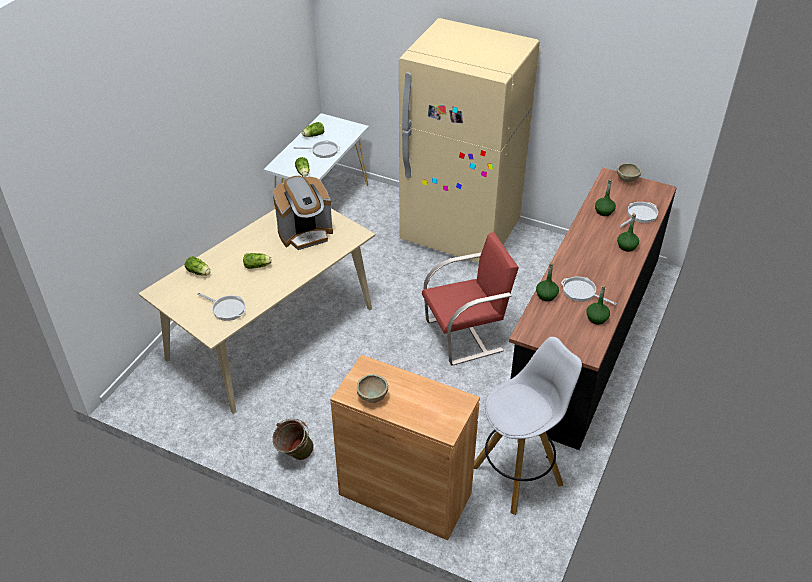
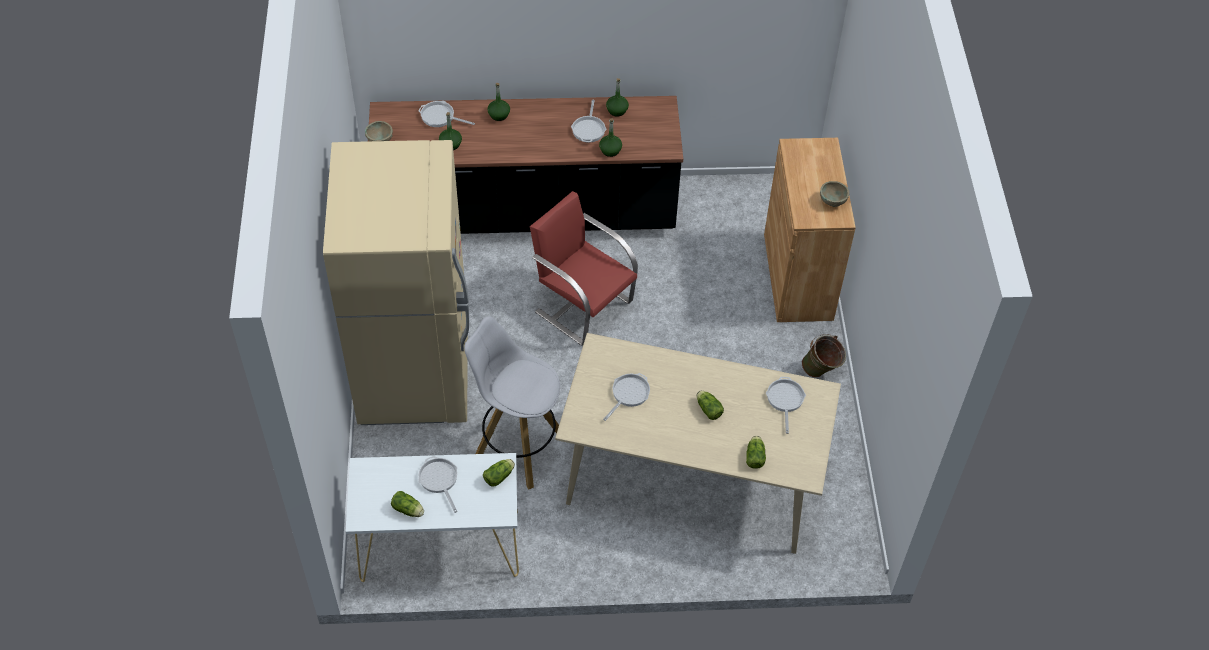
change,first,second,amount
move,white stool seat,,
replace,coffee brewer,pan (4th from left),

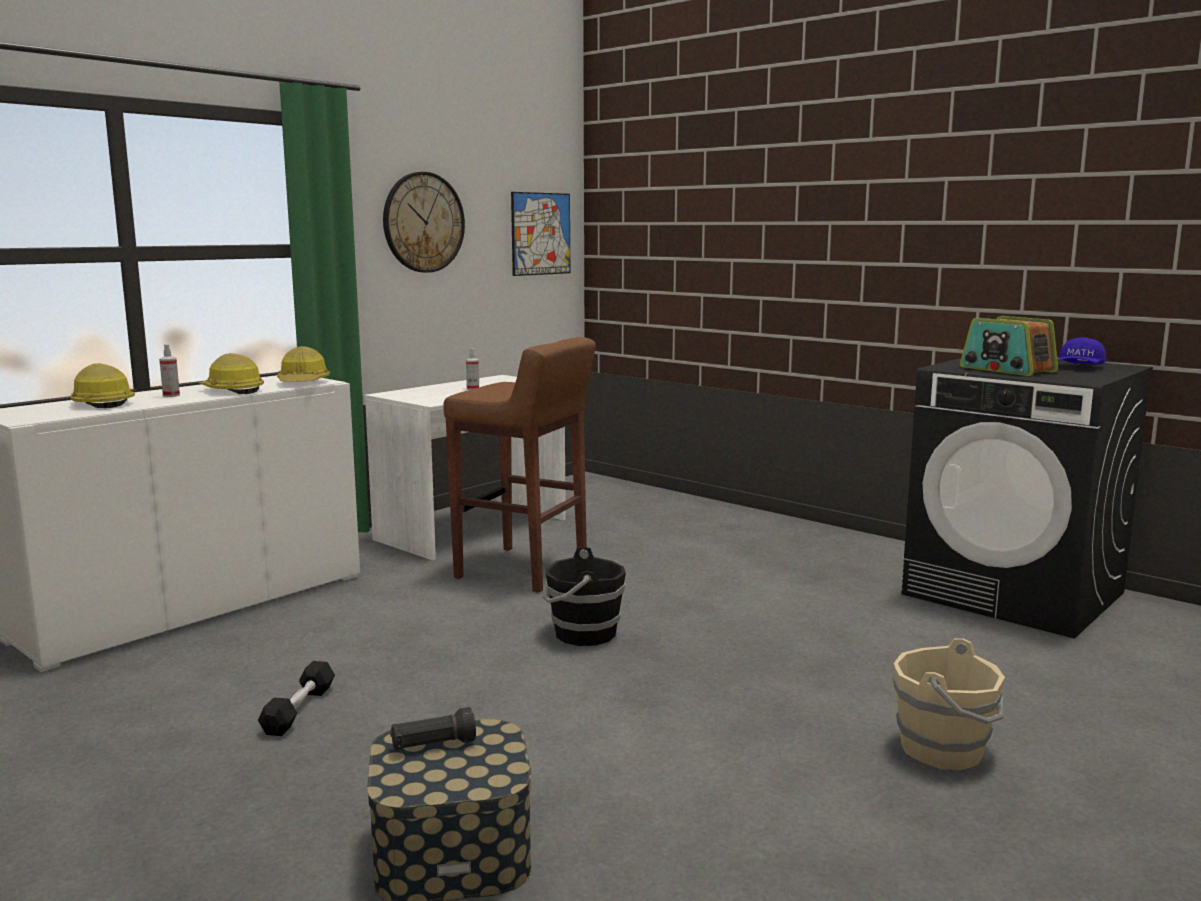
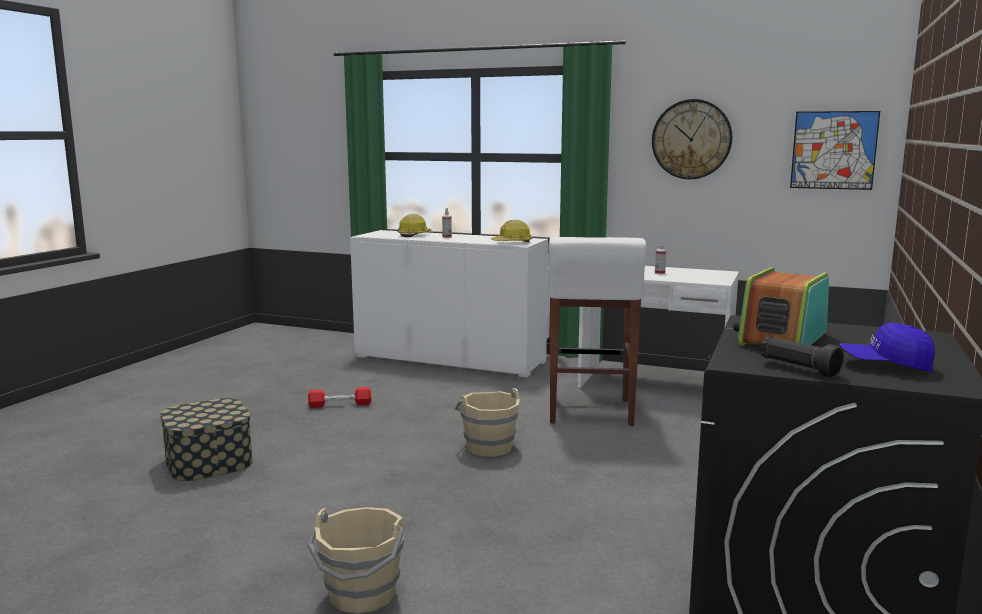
change,first,second,amount
recolor,blackish hand weight,reddish hand weight,
recolor,blackish water bucket,beige water bucket (2nd from left),
recolor,brown stool seat,white stool seat,
move,blackish torch,,
delete,hard hat (2nd from left),,

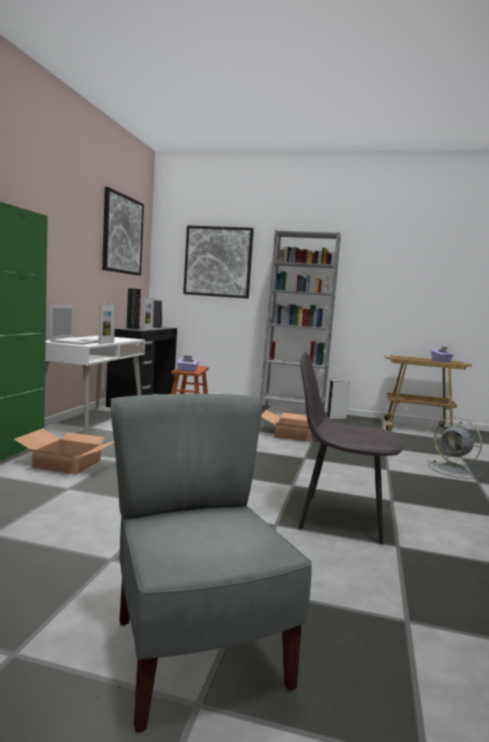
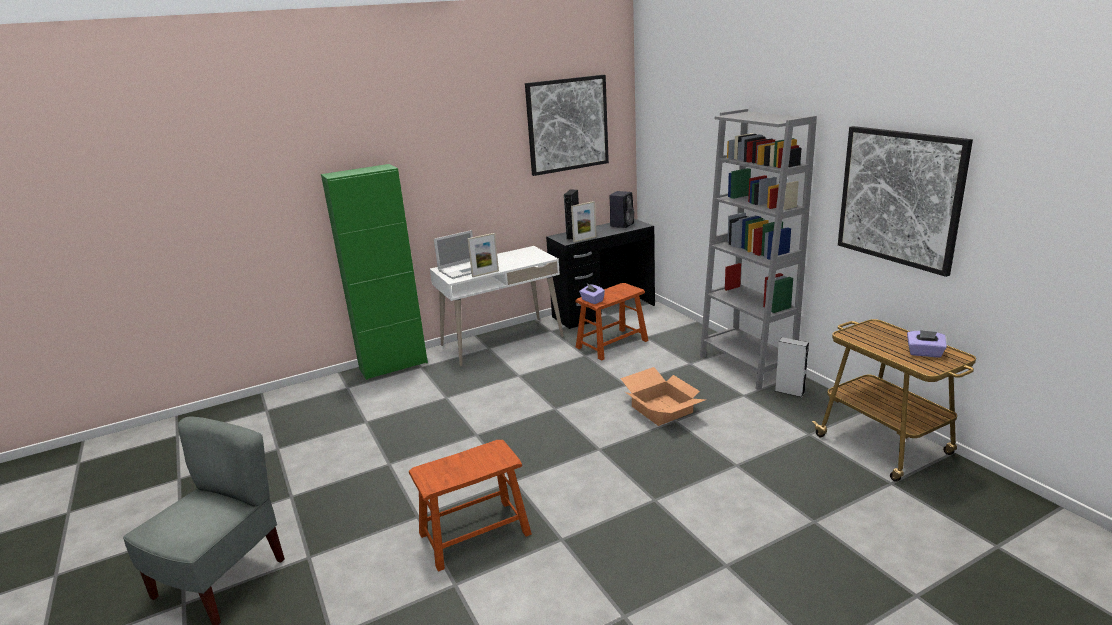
change,first,second,amount
replace,gray chair (2nd from left),brown stool seat (1st from left),
move,wall picture (2nd from left),,
delete,packing box (1st from left),,
delete,gray cooling fan,,

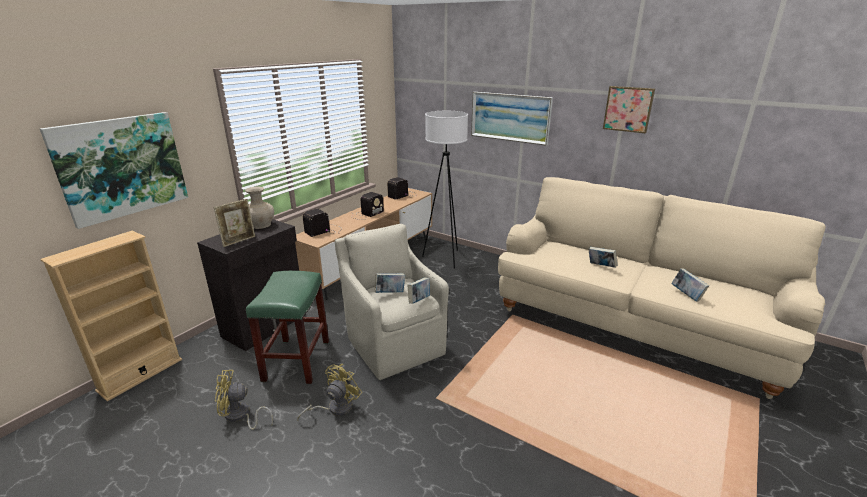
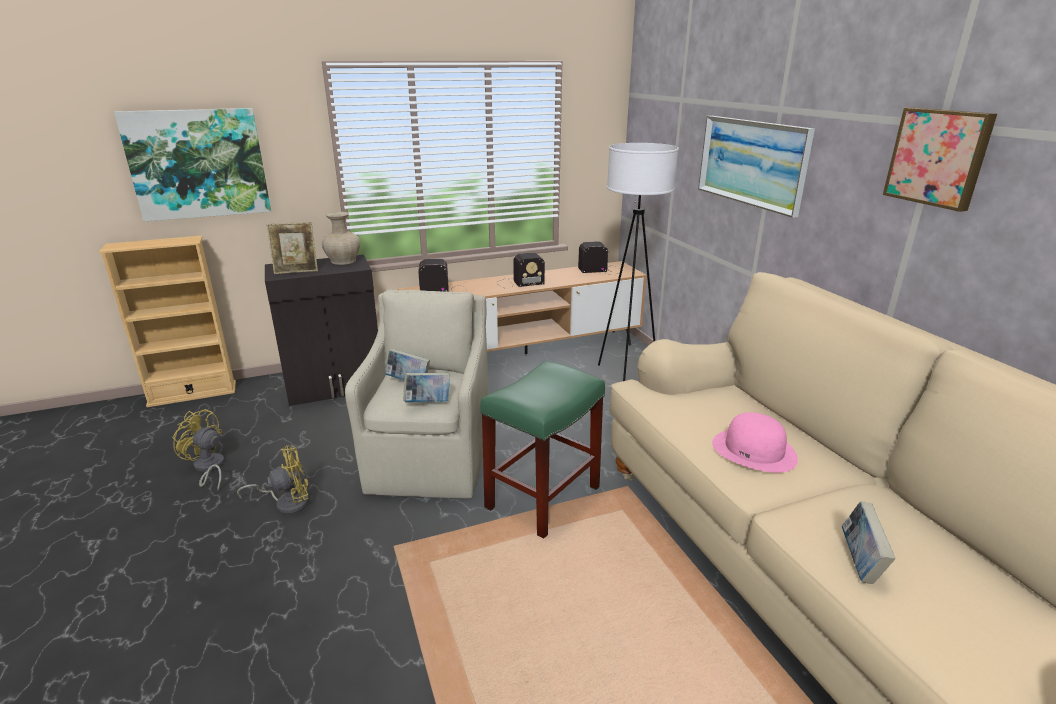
change,first,second,amount
move,greenish stool seat,,
replace,bound book (3rd from left),pink clothing hat,

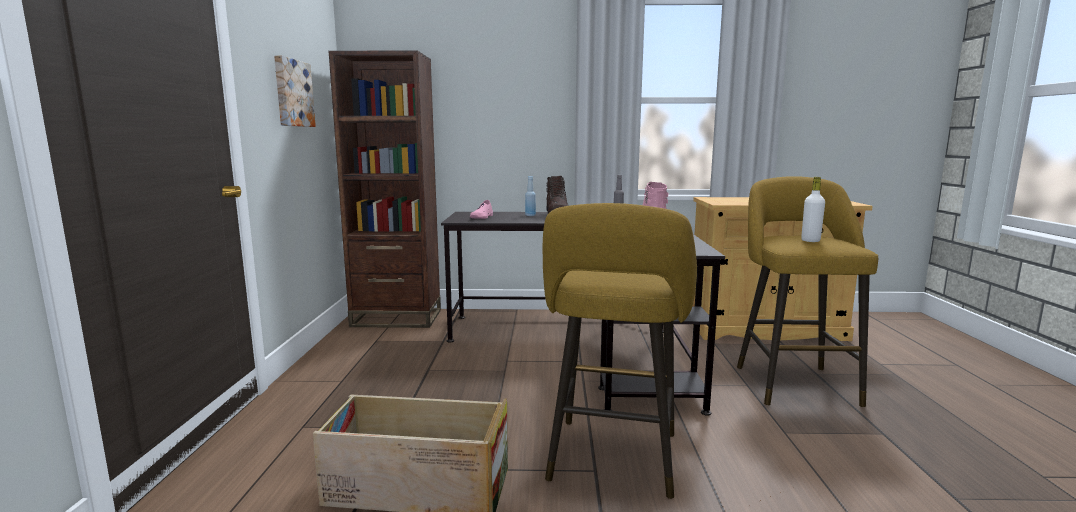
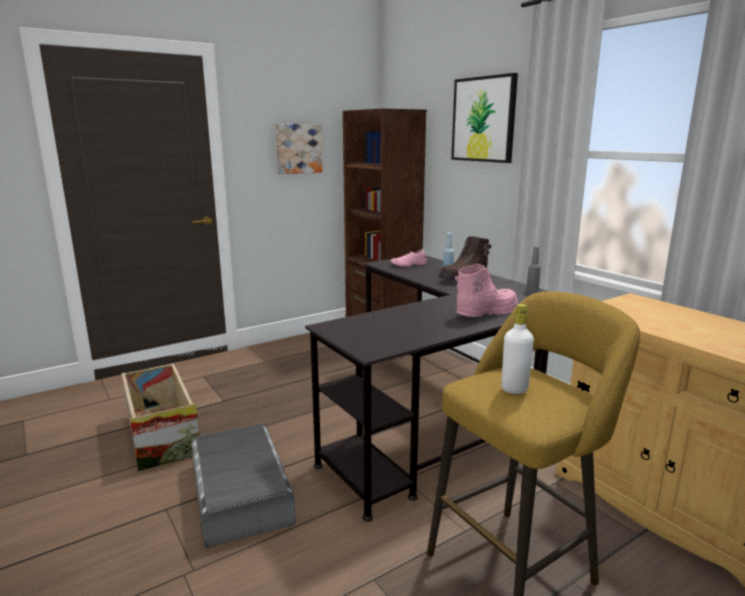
change,first,second,amount
replace,yellowish stool seat (1st from left),gray storage container,
insert,,wall picture (2nd from left),

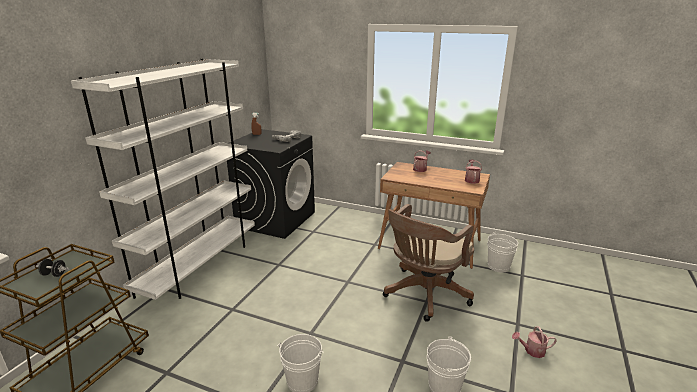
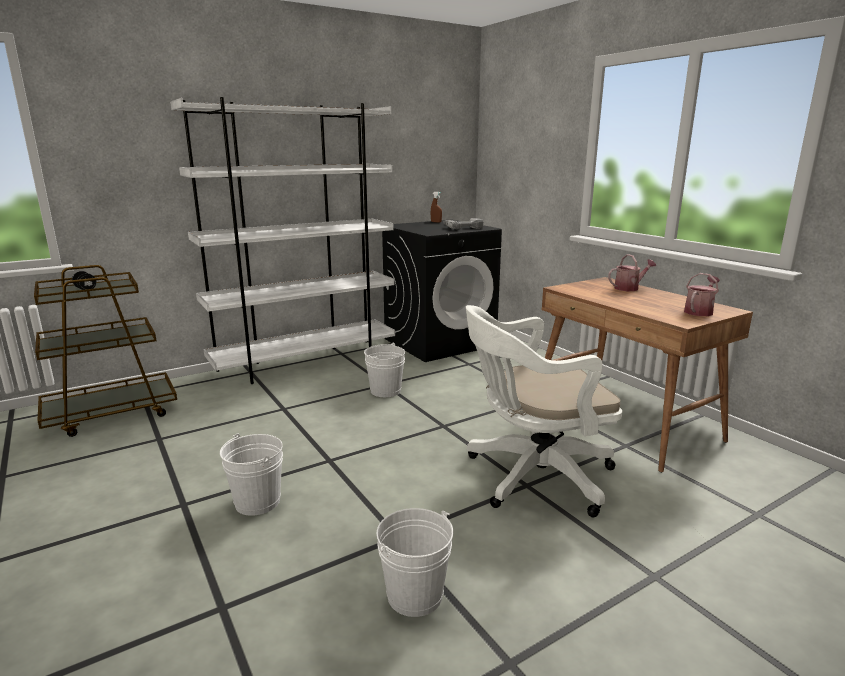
change,first,second,amount
move,white water bucket (3rd from left in the first image),white water bucket (2nd from left),
recolor,brown desk chair,white desk chair,
delete,sprinkling can (3rd from left),,

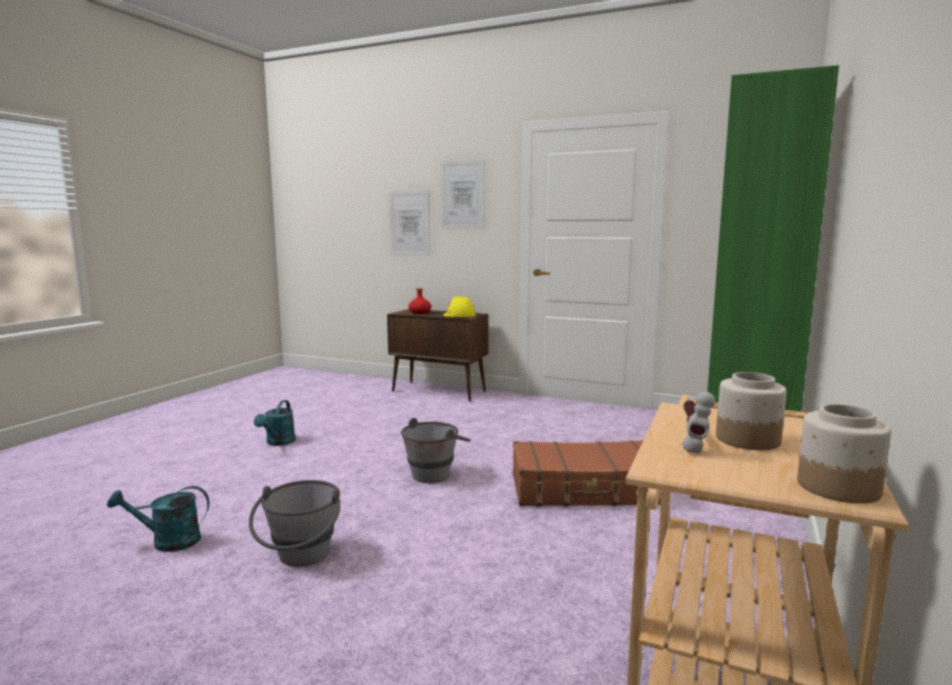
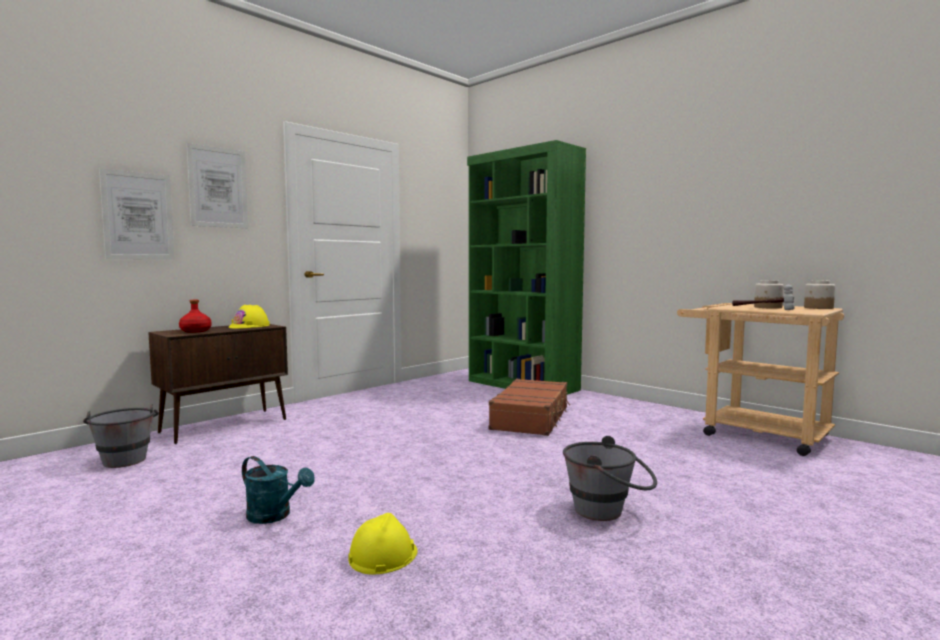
change,first,second,amount
move,gray water bucket (2nd from left in the first image),gray water bucket (1st from left),
insert,,yellowish hard hat (2nd from left),
delete,blue-green sprinkling can (1st from left),,

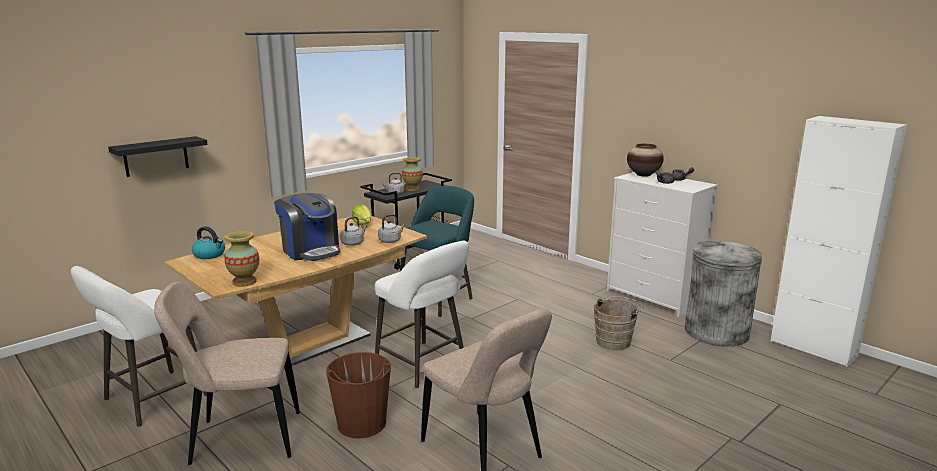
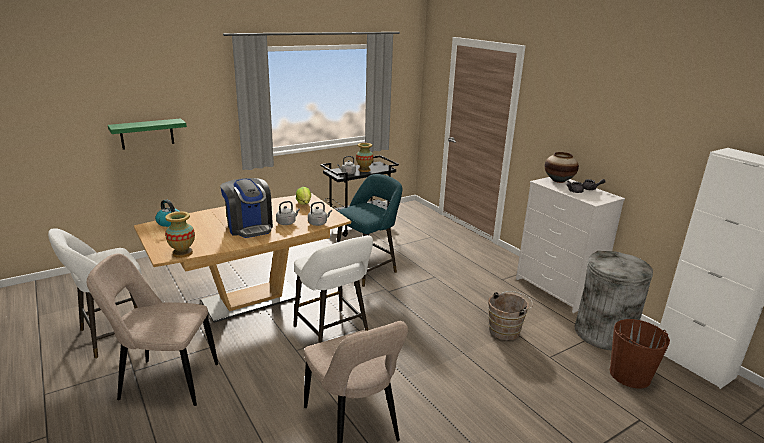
change,first,second,amount
recolor,blackish shelf,greenish shelf,
move,brown water bucket (1st from left in the first image),brown water bucket (2nd from left),

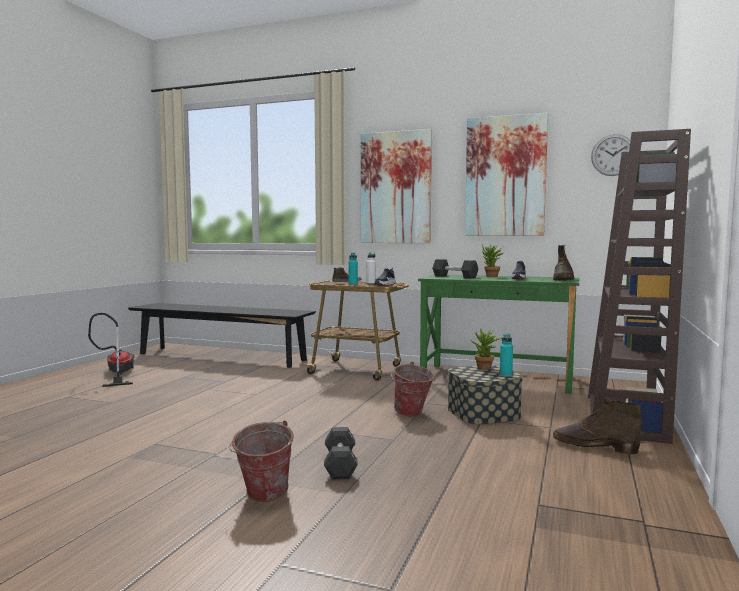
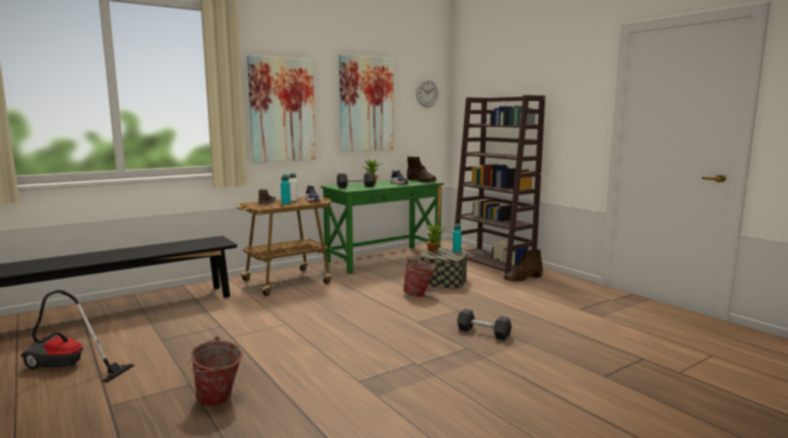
change,first,second,amount
move,water bucket (1st from left),,

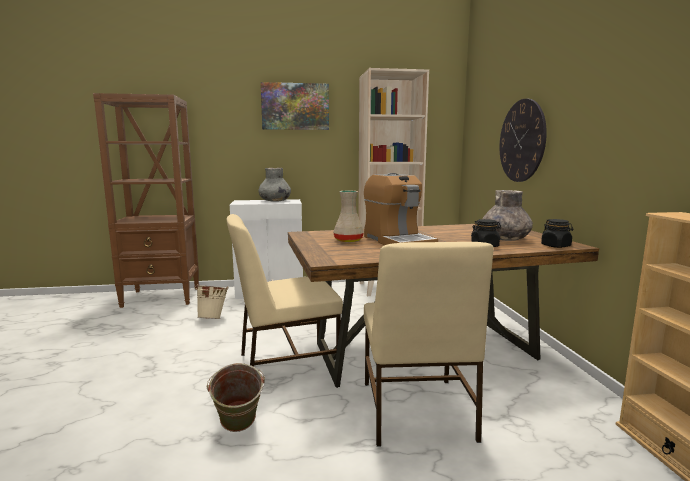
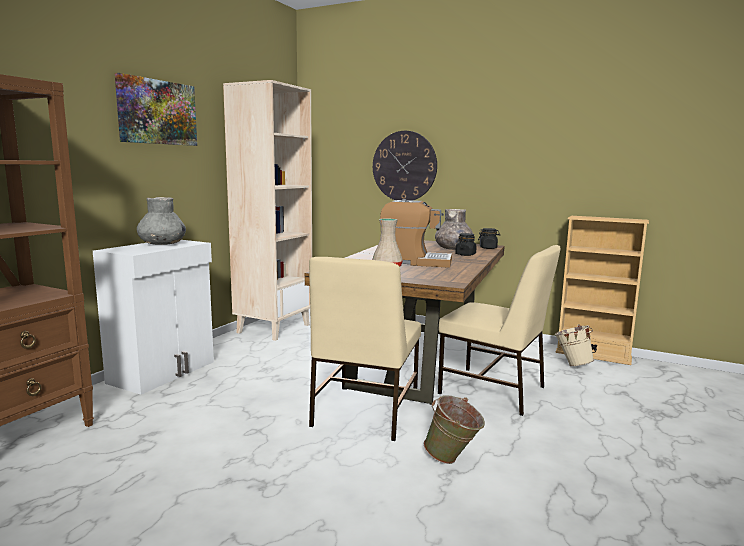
change,first,second,amount
move,beige water bucket,,

